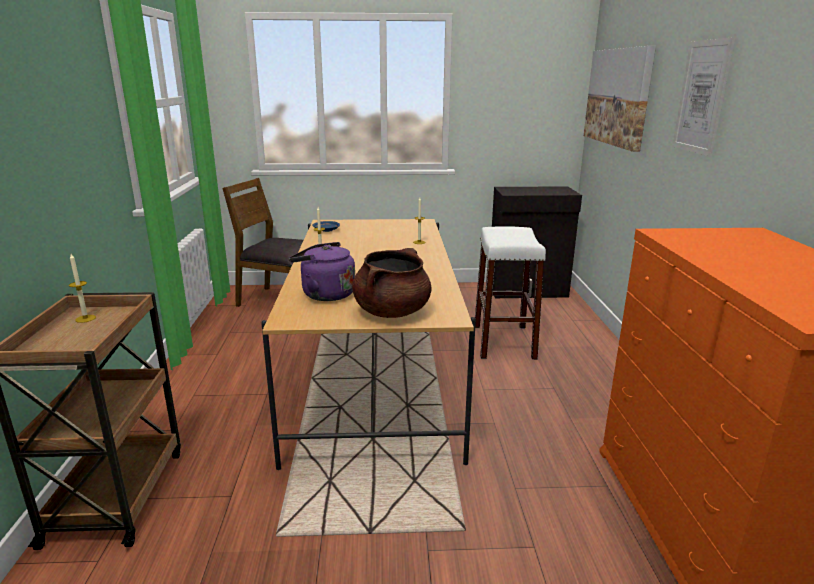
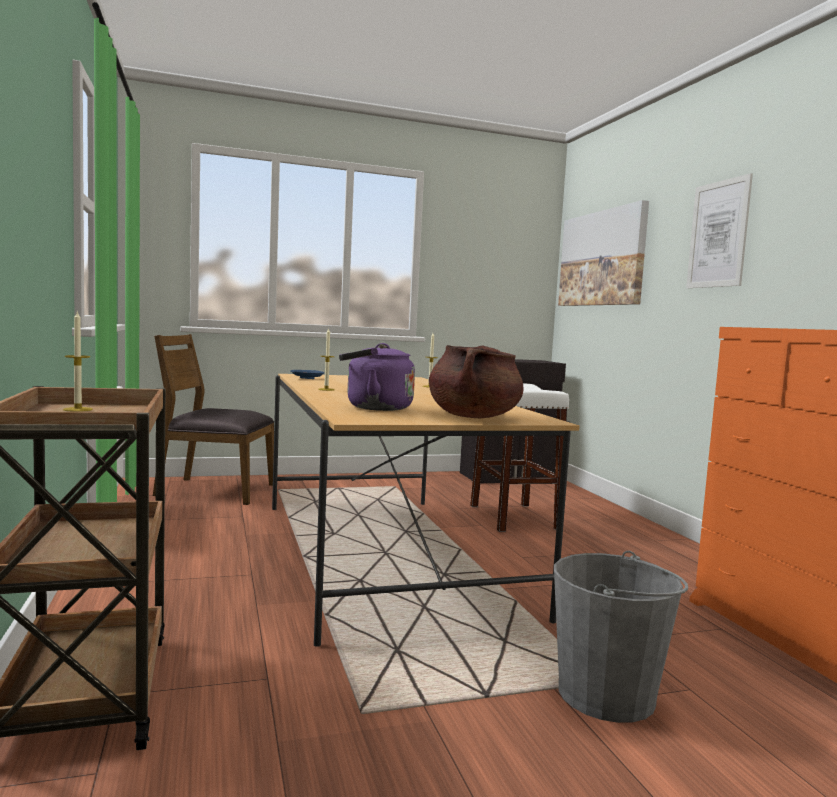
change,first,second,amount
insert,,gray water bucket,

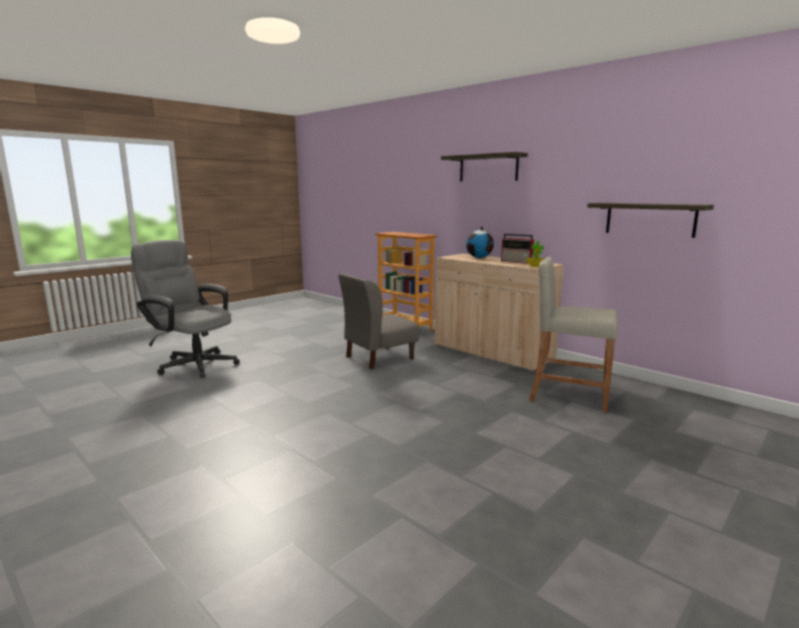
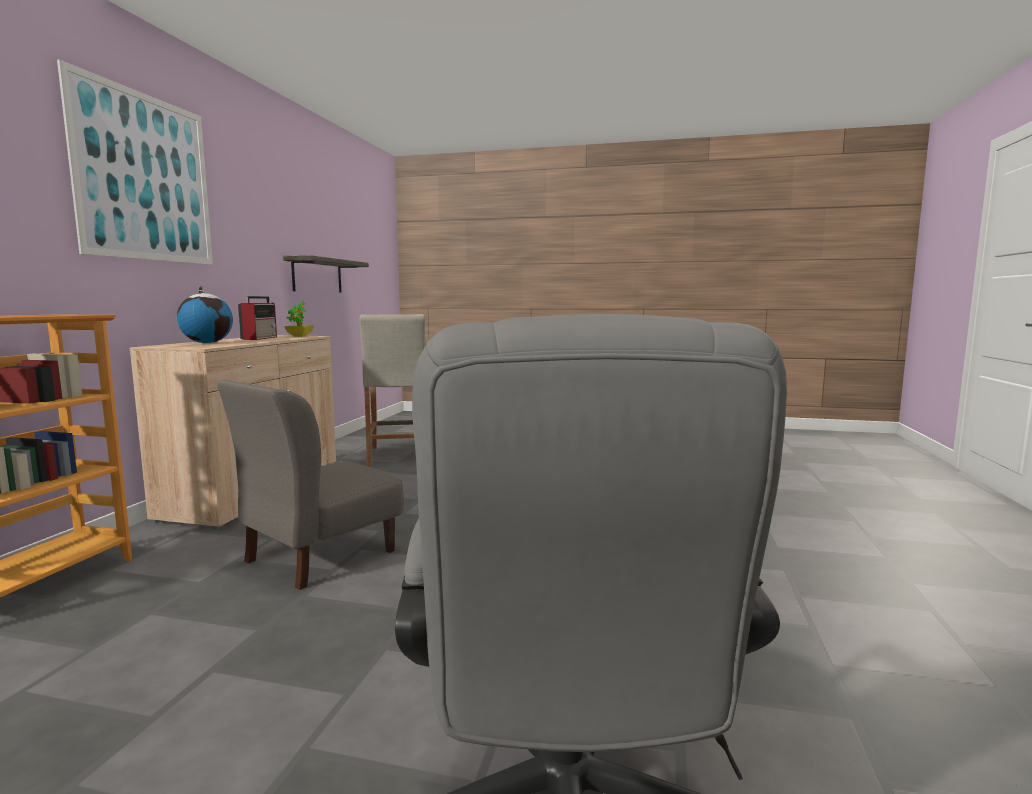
change,first,second,amount
replace,shelf (1st from left),wall picture,
rotate,gray chair,,105 degrees clockwise

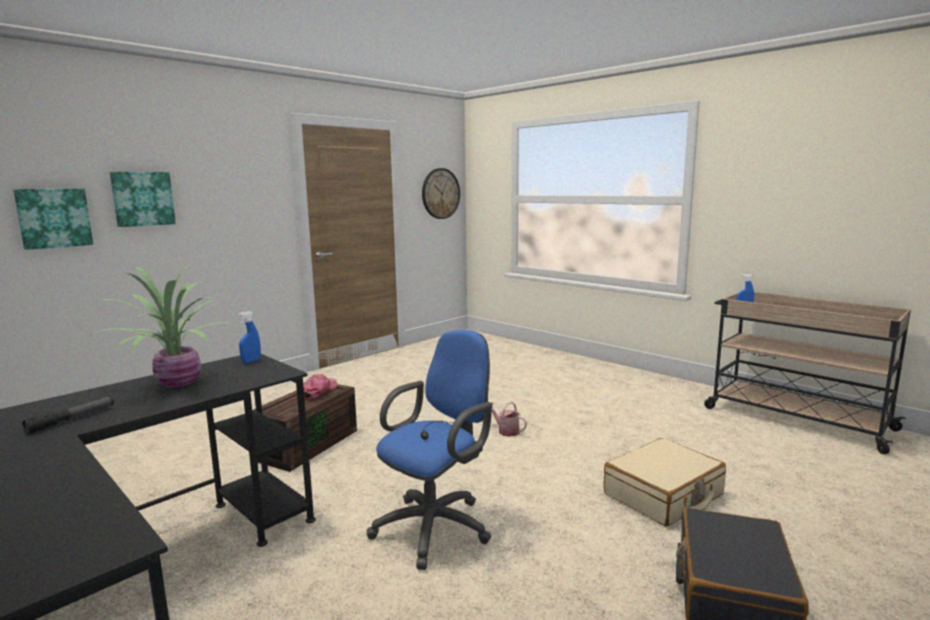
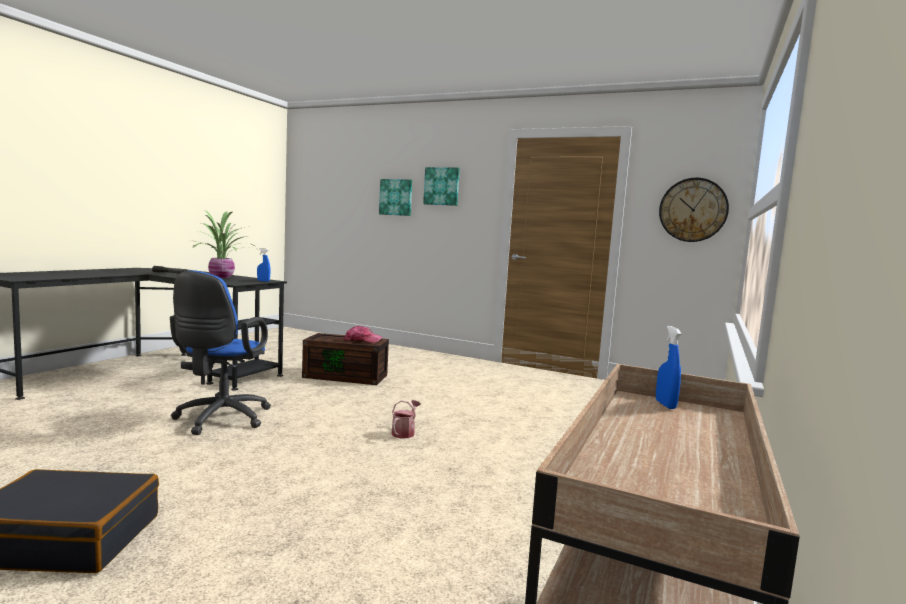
change,first,second,amount
rotate,blue-coloured desk chair,,75 degrees clockwise
move,wall picture (1st from left in the first image),wall picture (2nd from left),
delete,beige travel case,,

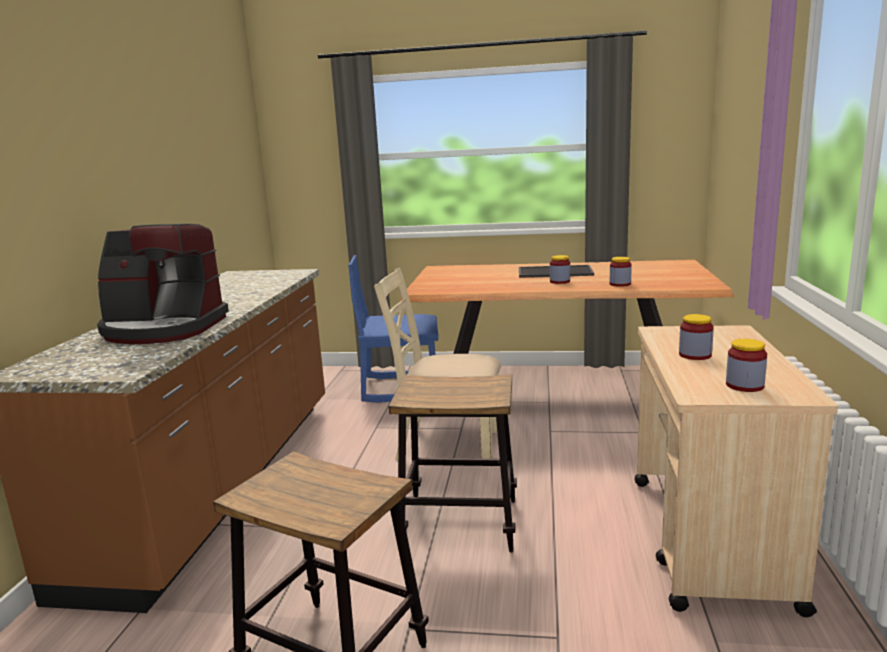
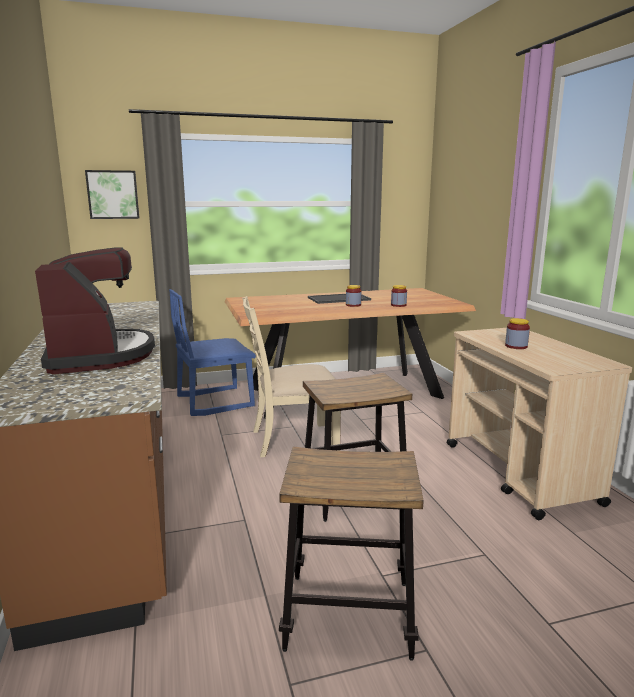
change,first,second,amount
rotate,coffee brewer,,90 degrees counterclockwise
insert,,wall picture,
delete,preserve jar (4th from left),,

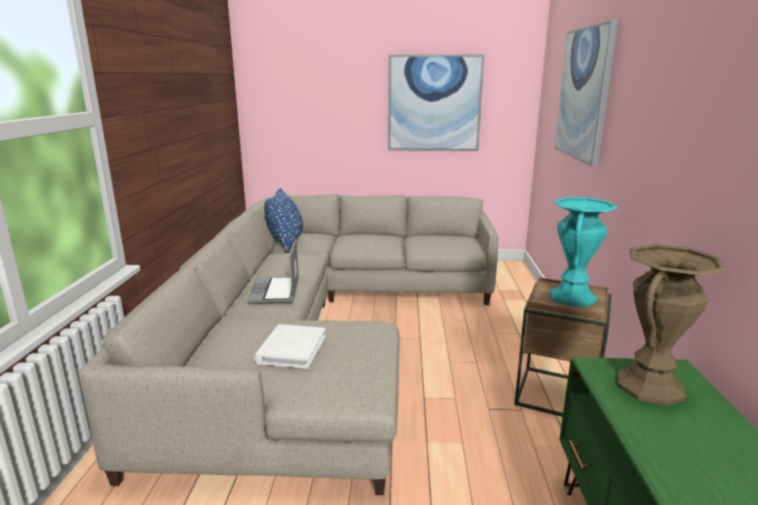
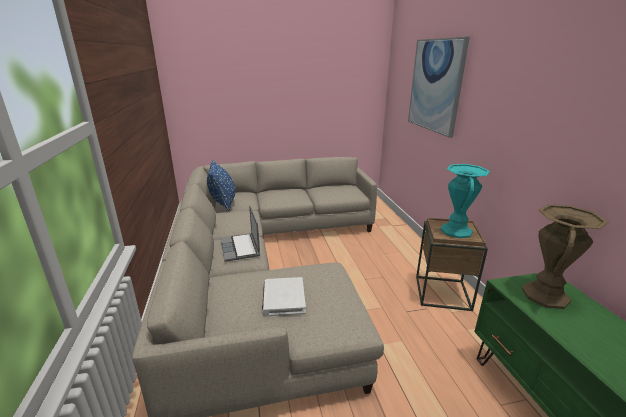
change,first,second,amount
delete,wall picture (1st from left),,

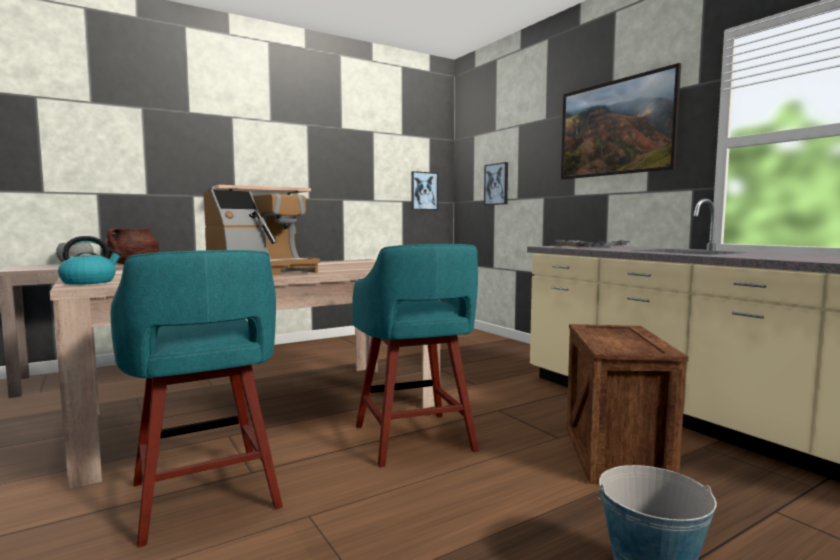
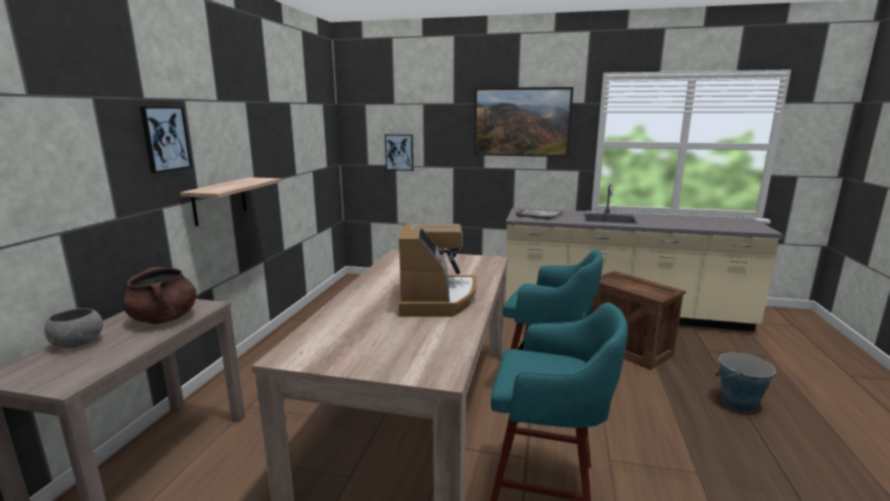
change,first,second,amount
move,wall picture (1st from left),,
delete,water kettle,,

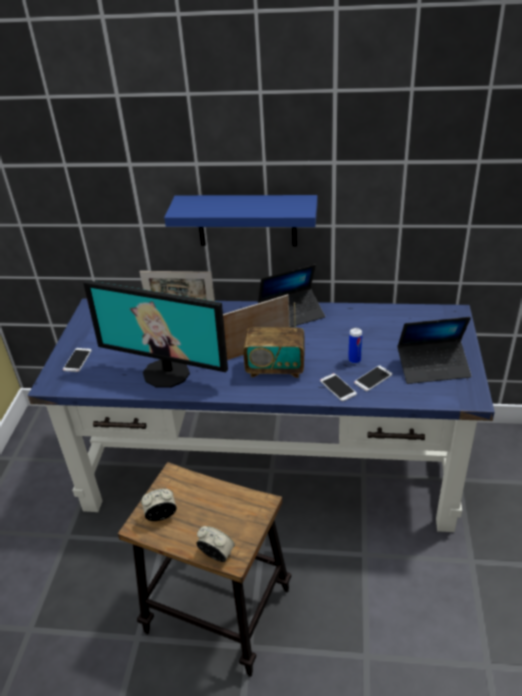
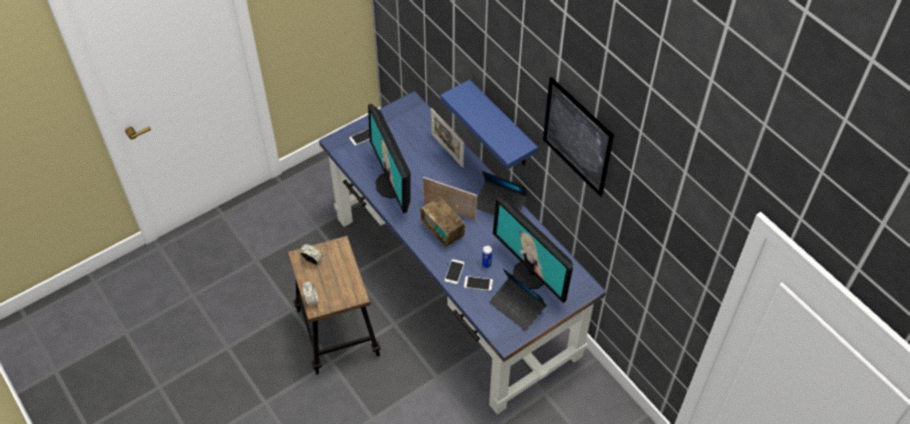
change,first,second,amount
insert,,computer screen (2nd from left),
insert,,wall picture,

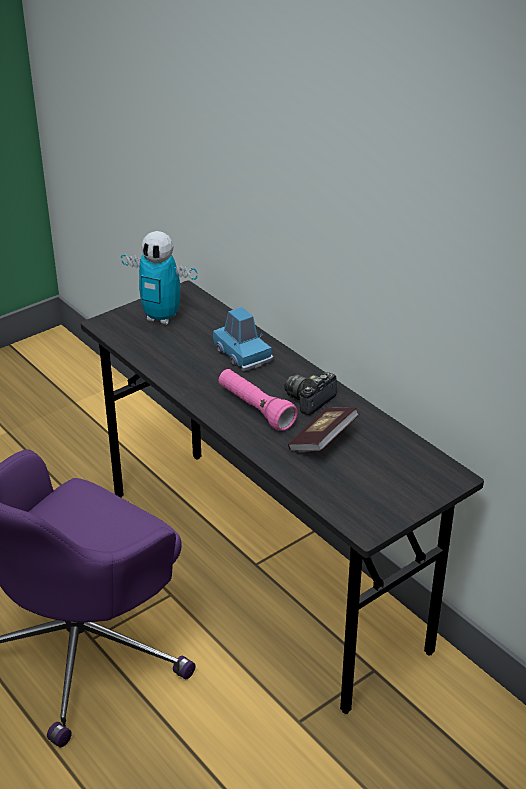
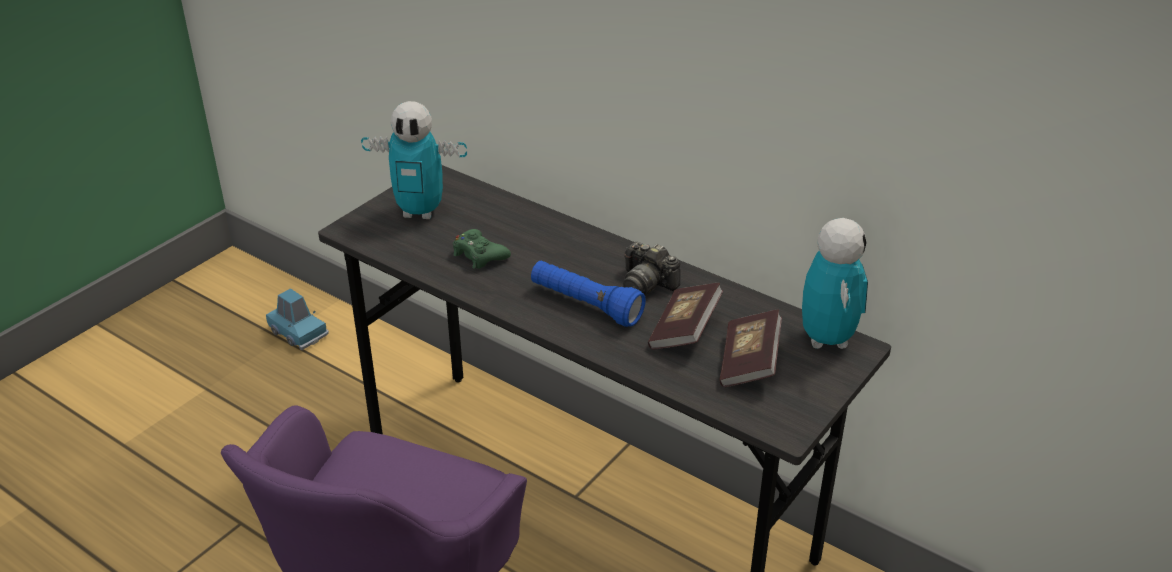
change,first,second,amount
move,blue-coloured toy car,,
insert,,greenish game controller,
recolor,pink torch,blue-coloured torch,
rotate,still camera,,75 degrees counterclockwise
insert,,bound book (2nd from left),
insert,,robot figure (2nd from left),

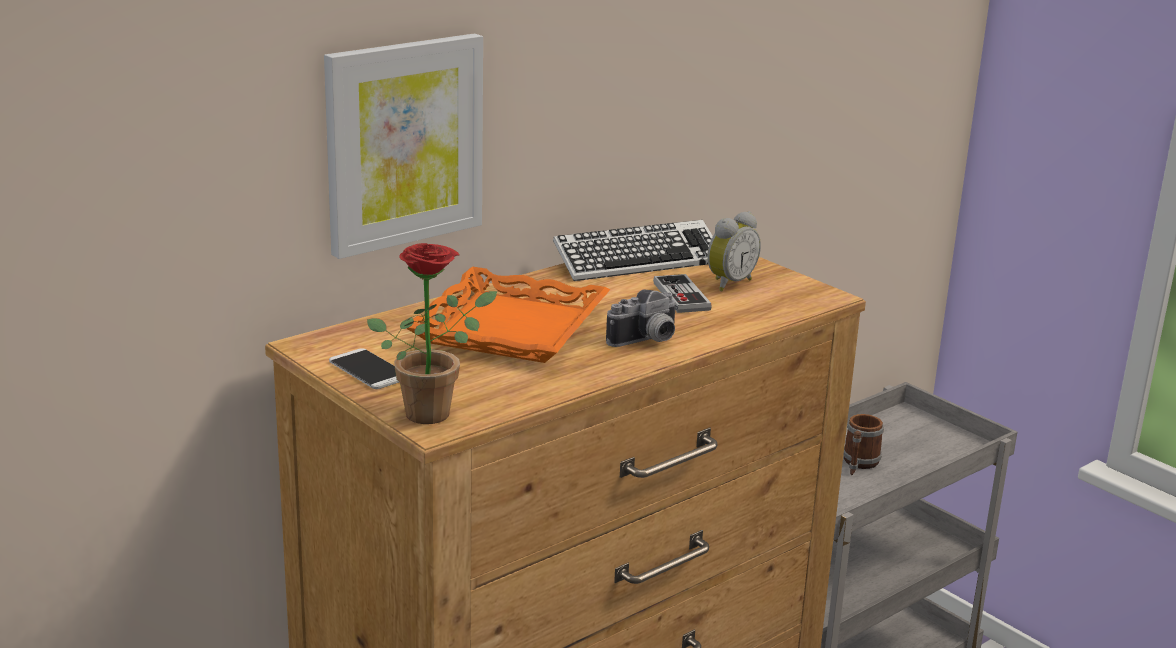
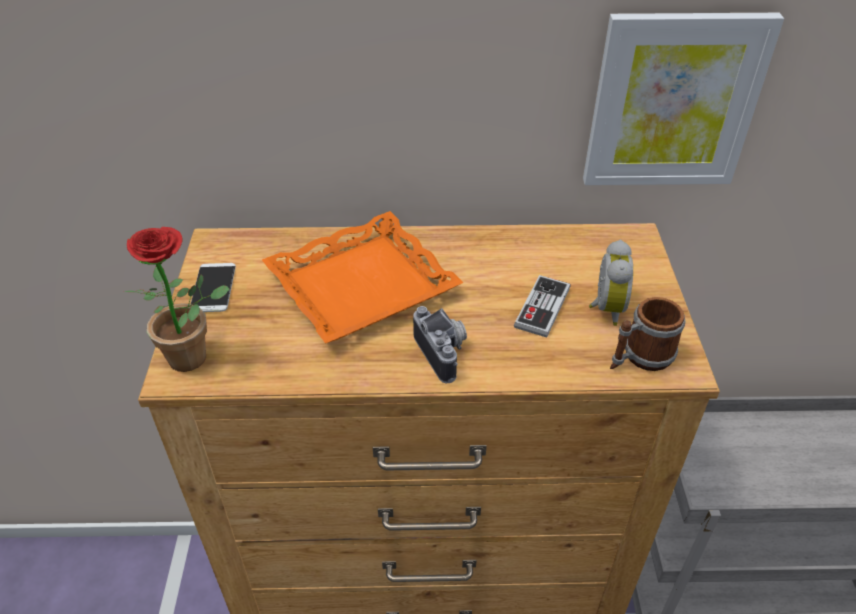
change,first,second,amount
rotate,still camera,,120 degrees counterclockwise
move,wall picture,,
rotate,table clock,,75 degrees counterclockwise
move,coffee mug,,
delete,computer keyboard,,

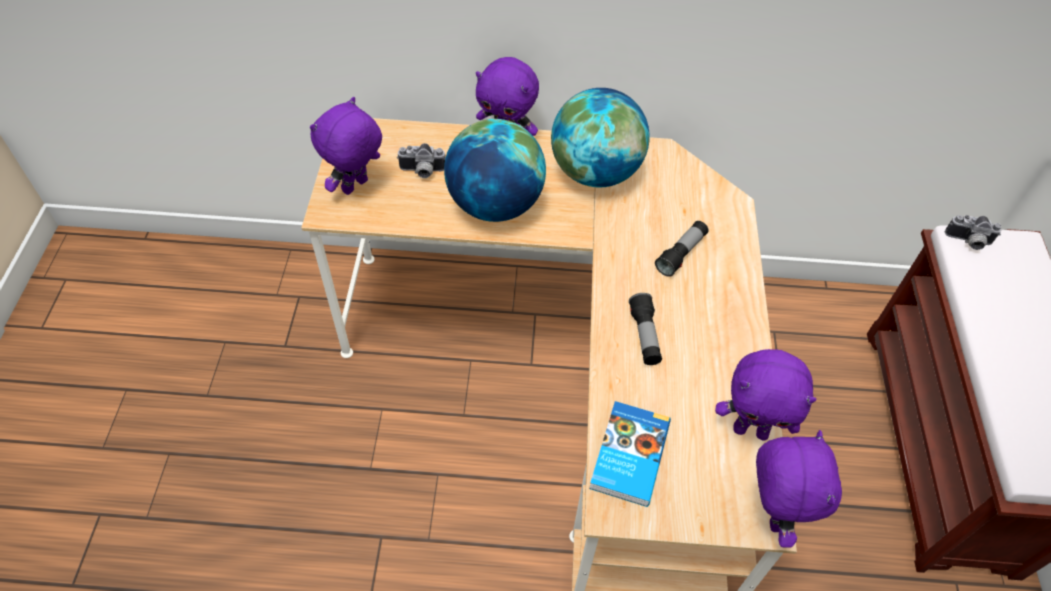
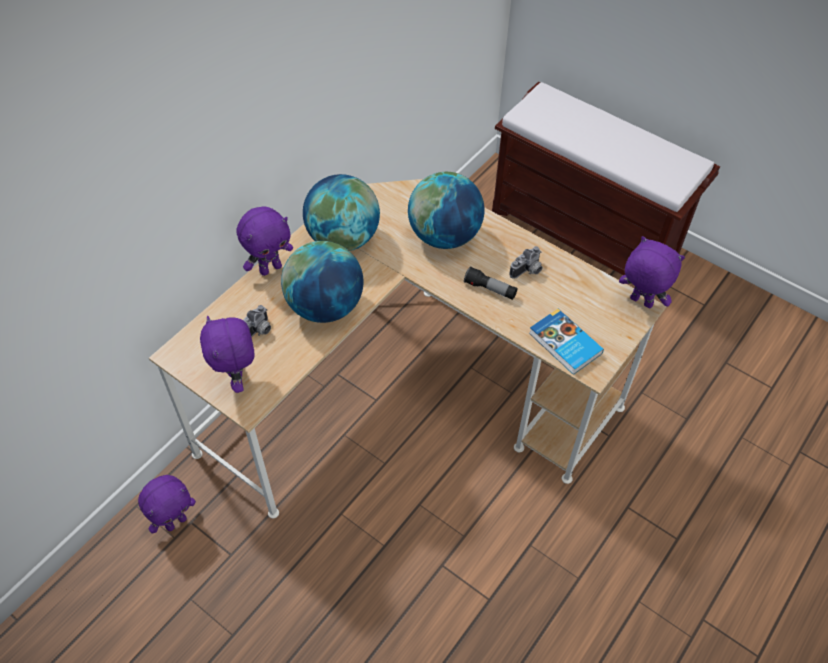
change,first,second,amount
move,purple plush toy (3rd from left in the first image),purple plush toy (1st from left),
replace,torch (2nd from left),globe (3rd from left),
move,still camera (2nd from left),,

